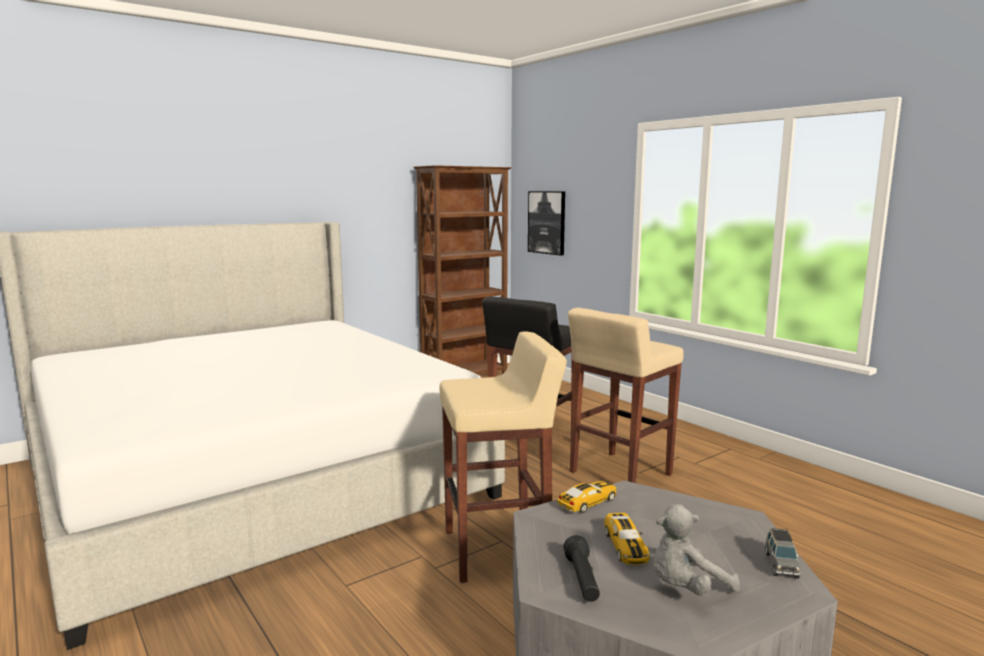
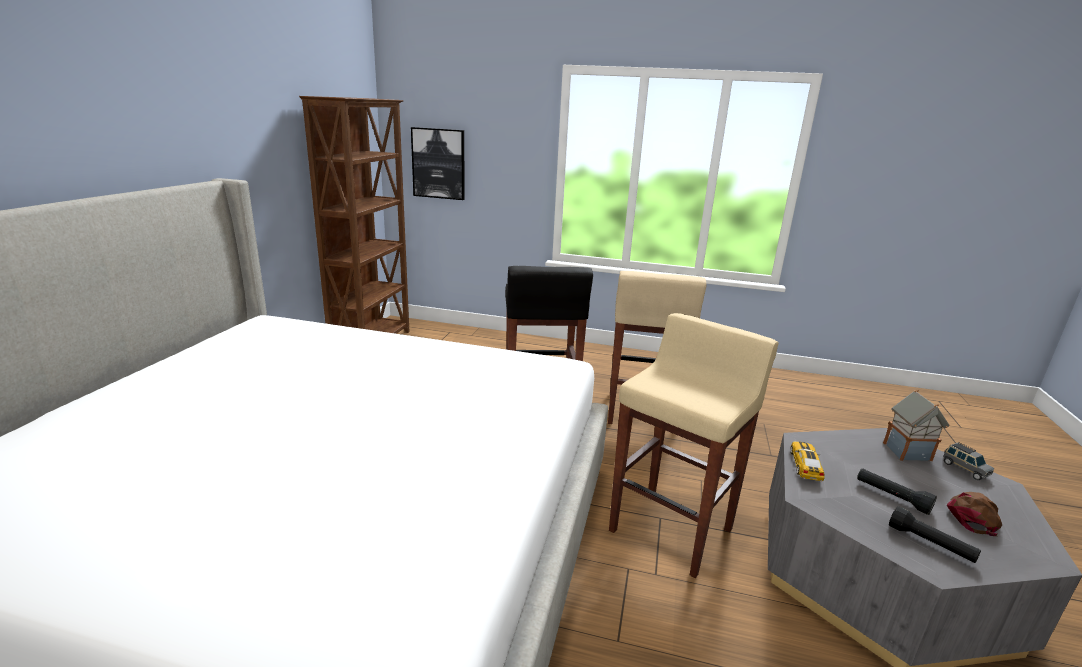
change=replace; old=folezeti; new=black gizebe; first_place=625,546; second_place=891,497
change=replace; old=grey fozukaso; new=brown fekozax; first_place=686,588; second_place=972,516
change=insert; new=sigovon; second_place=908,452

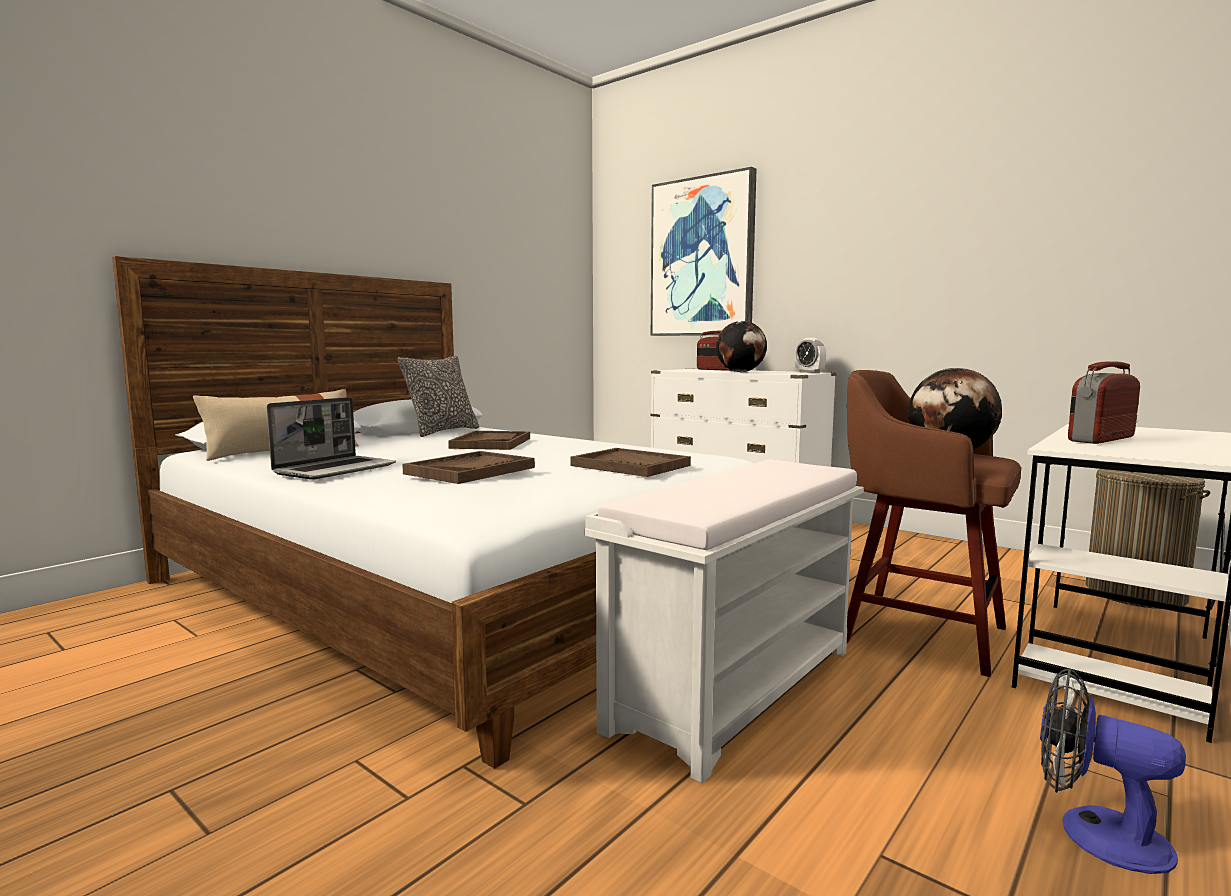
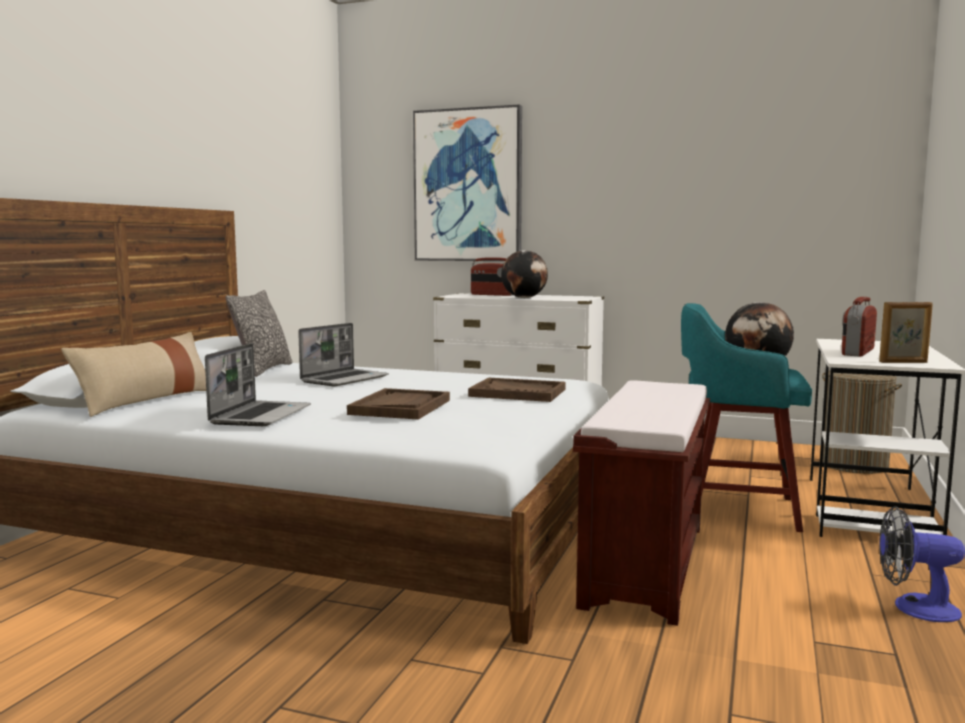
change=replace; old=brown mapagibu; new=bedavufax; first_place=491,443; second_place=345,379
change=recolor; old=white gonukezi; new=brown gonukezi; first_place=736,686; second_place=644,563
change=delete; old=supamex; first_place=809,372
change=recolor; old=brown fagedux; new=turquoise fagedux; first_place=918,632; second_place=736,509
change=insert; new=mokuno; second_place=903,362

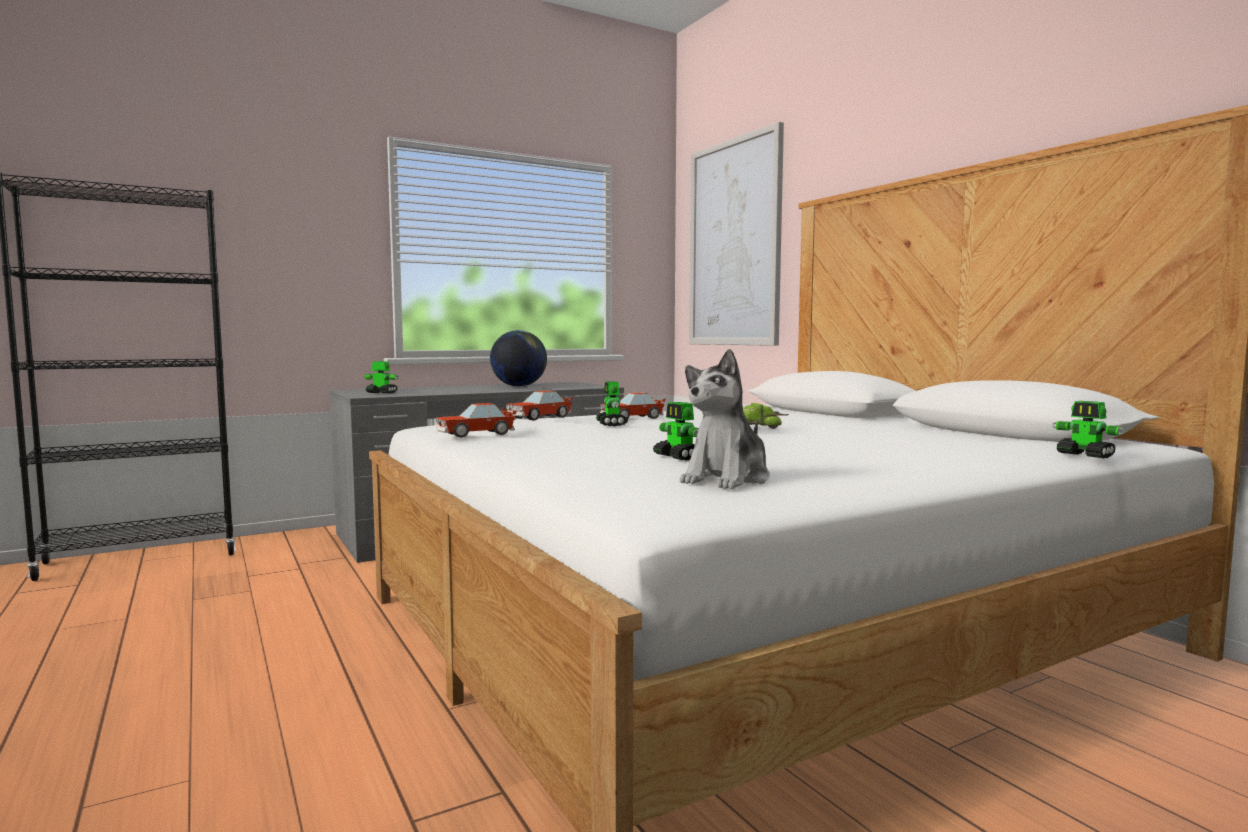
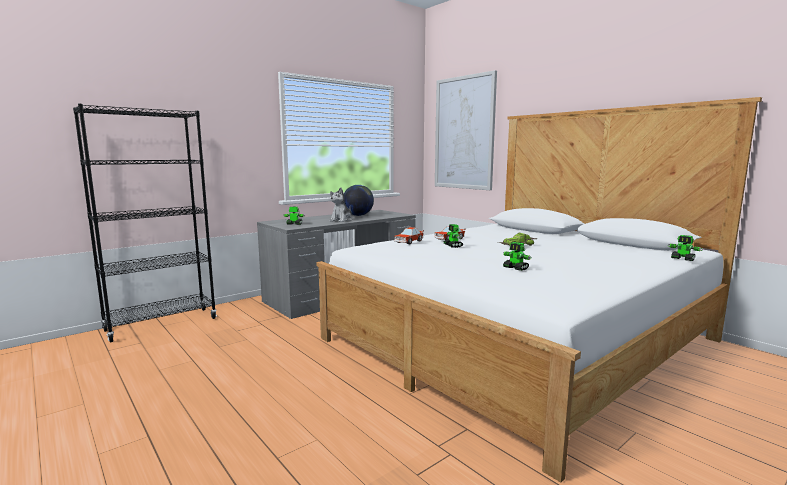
change=delete; old=folezeti; first_place=475,434
change=move; old=fozukaso; first_place=727,479; second_place=341,220

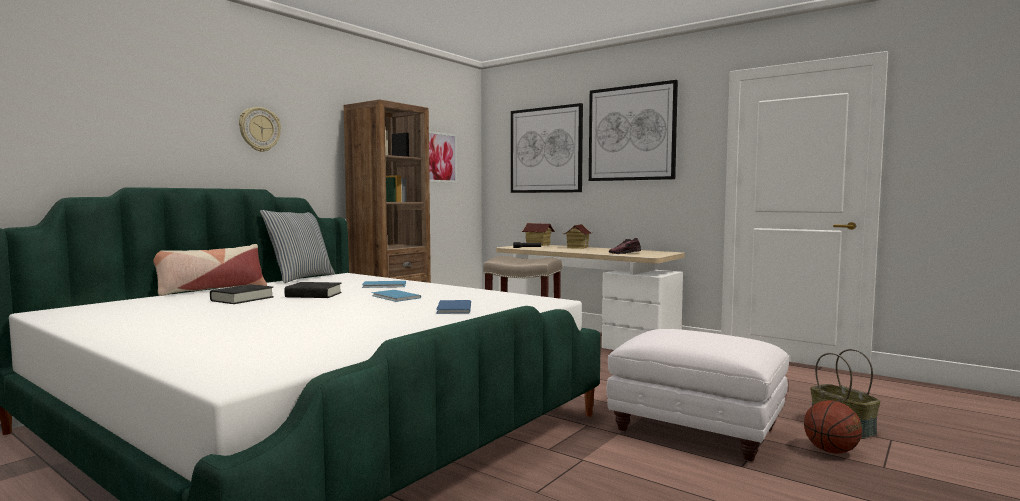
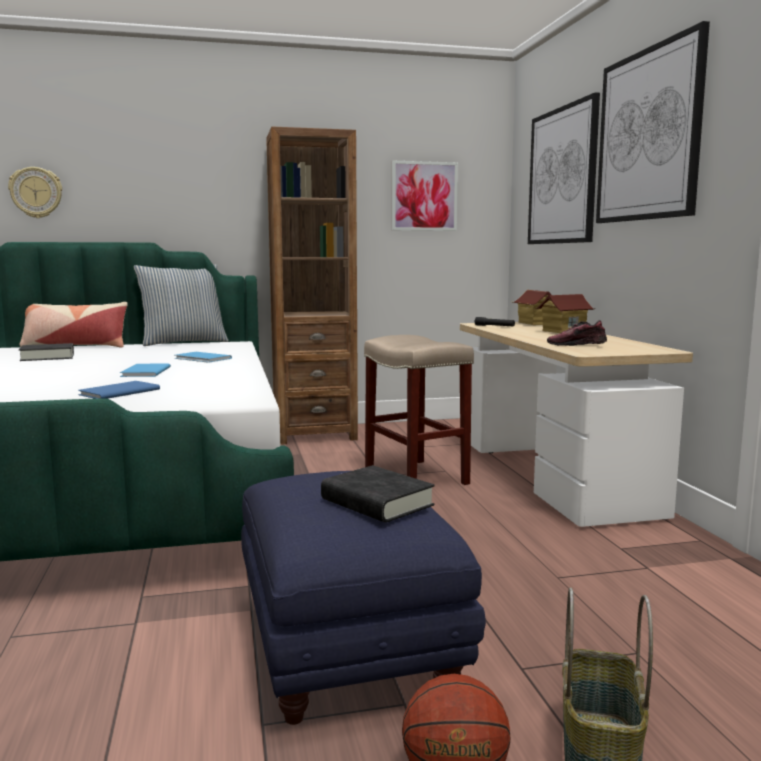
change=move; old=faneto; first_place=259,129; second_place=36,192
change=move; old=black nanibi; first_place=313,295; second_place=377,502
change=recolor; old=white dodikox; new=blue dodikox; first_place=697,430; second_place=348,648

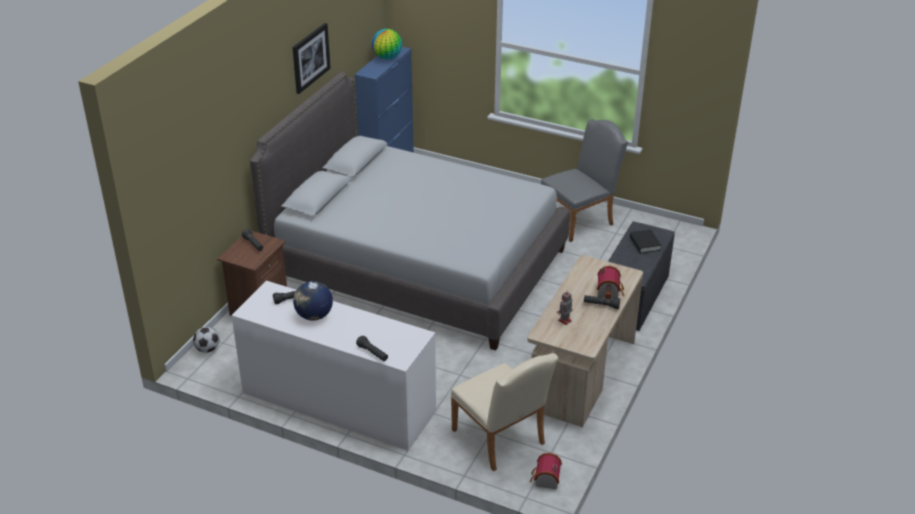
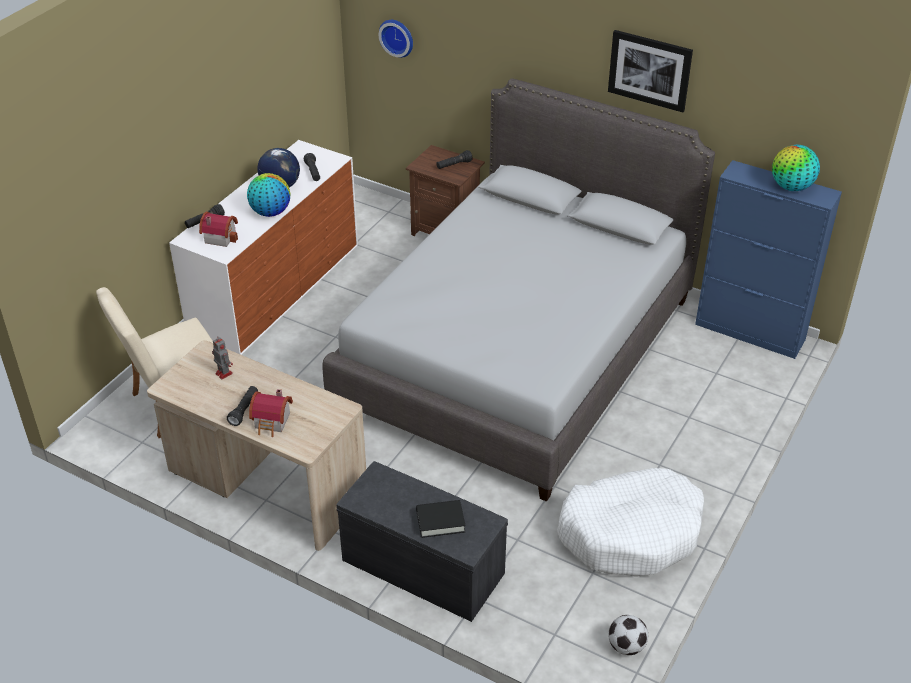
change=move; old=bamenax; first_place=207,349; second_place=626,646
change=move; old=sigovon; first_place=545,480; second_place=220,236
change=replace; old=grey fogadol; new=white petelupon; first_place=580,219; second_place=631,532
change=insert; new=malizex; second_place=270,212
change=insert; new=faneto; second_place=397,37

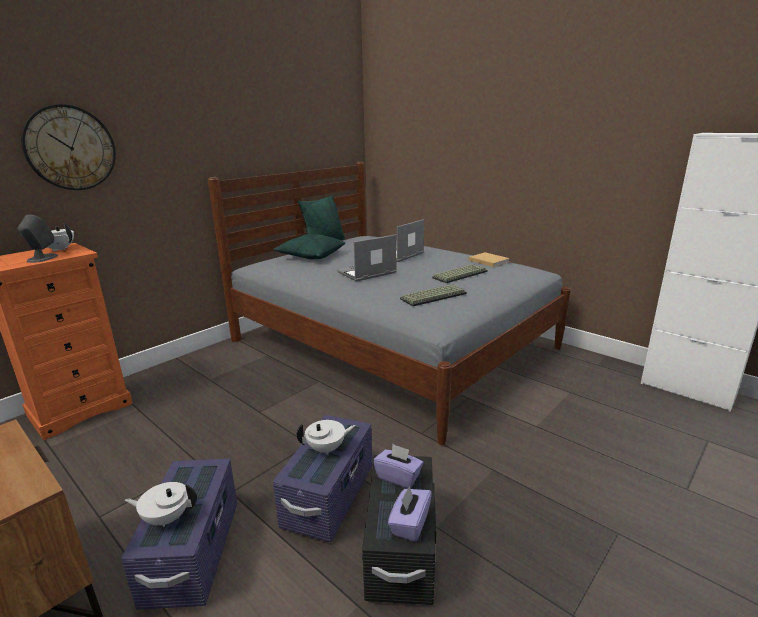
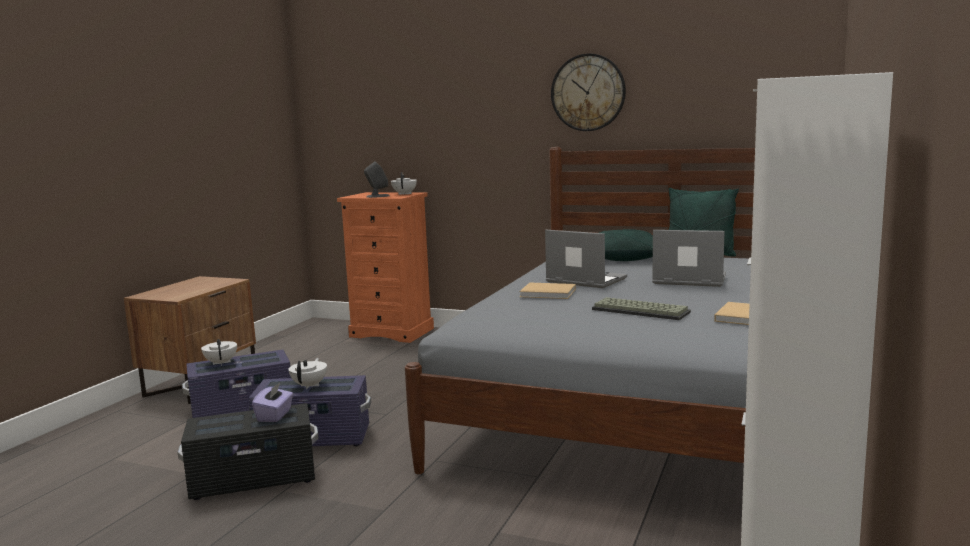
change=move; old=faneto; first_place=70,148; second_place=588,92
change=rotate; old=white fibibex; first_place=327,449; second_place=310,385; degrees=-135
change=delete; old=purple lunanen; first_place=410,524
change=delete; old=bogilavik; first_place=433,296
change=insert; new=beige nanibi; second_place=549,293

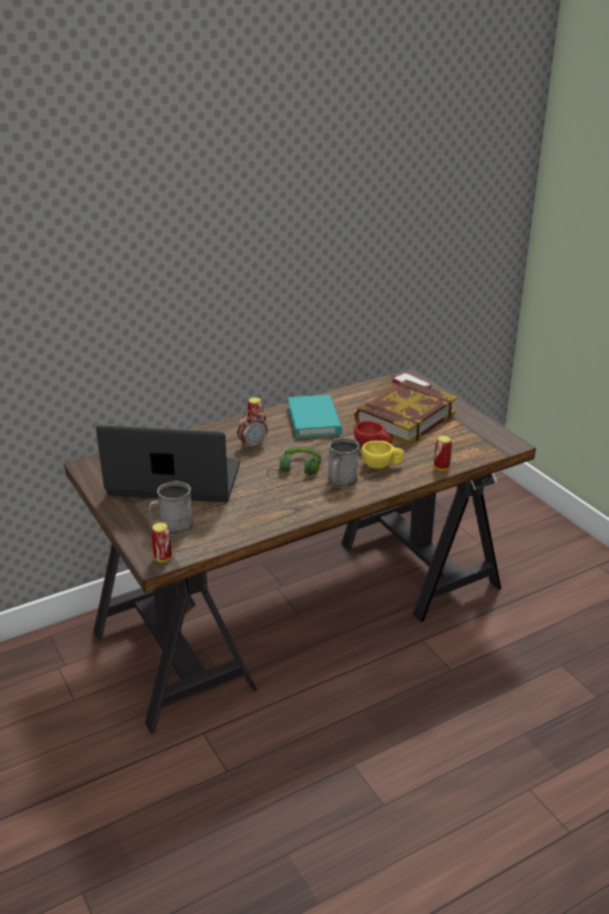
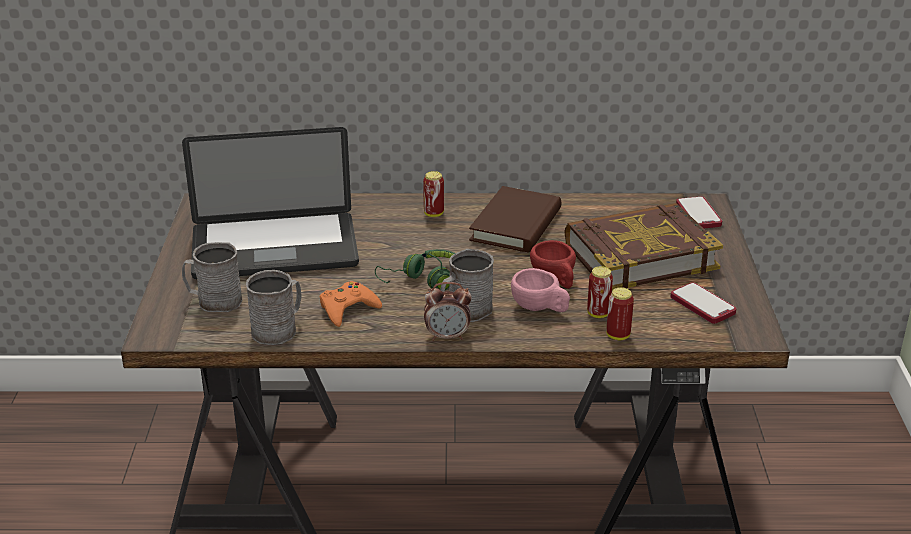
change=rotate; old=bedavufax; first_place=174,480; second_place=274,248; degrees=135
change=move; old=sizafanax; first_place=163,558; second_place=598,314
change=move; old=supamex; first_place=253,445; second_place=447,336
change=recolor; old=turquoise nanibi; new=brown nanibi; first_place=314,420; second_place=516,225
change=recolor; old=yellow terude; new=pink terude; first_place=382,466; second_place=540,308
change=insert; new=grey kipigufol; second_place=279,329
change=insert; new=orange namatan; second_place=348,309
change=insert; new=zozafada; second_place=702,305

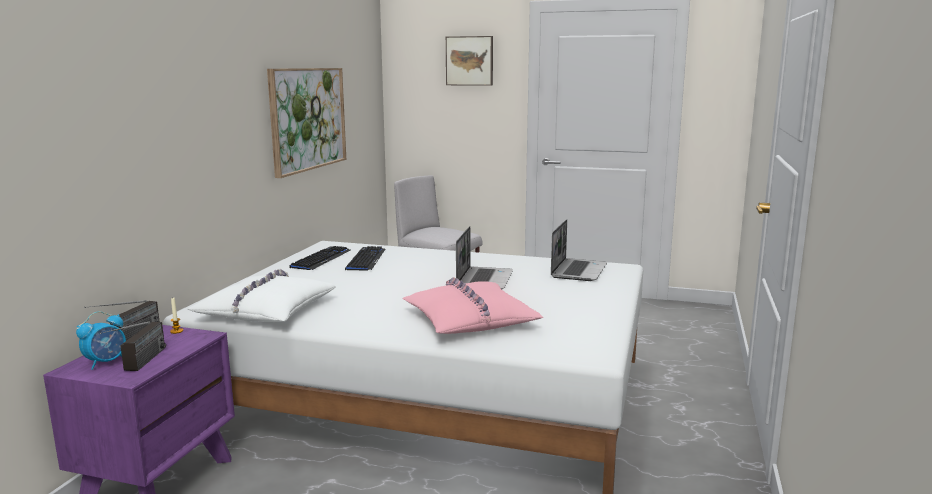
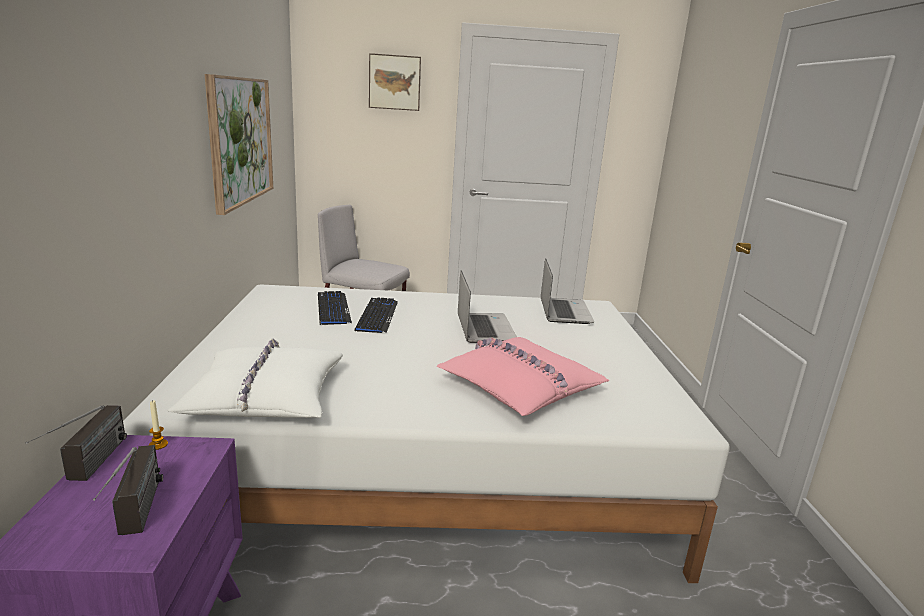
change=delete; old=supamex; first_place=106,362
change=move; old=bogilavik; first_place=321,259; second_place=377,316

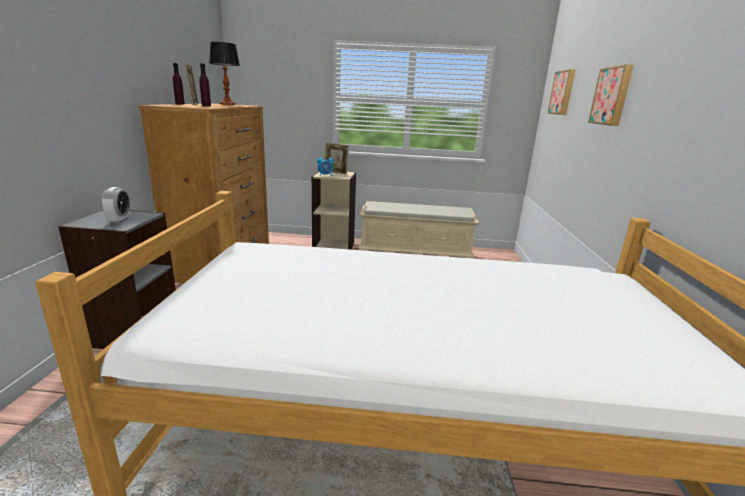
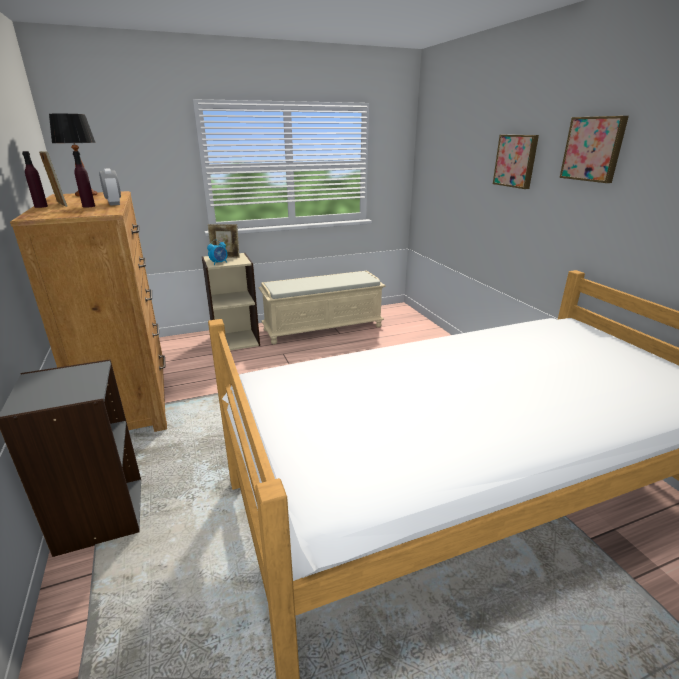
change=move; old=supamex; first_place=119,221; second_place=114,204
change=move; old=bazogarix; first_place=563,93; second_place=594,149

